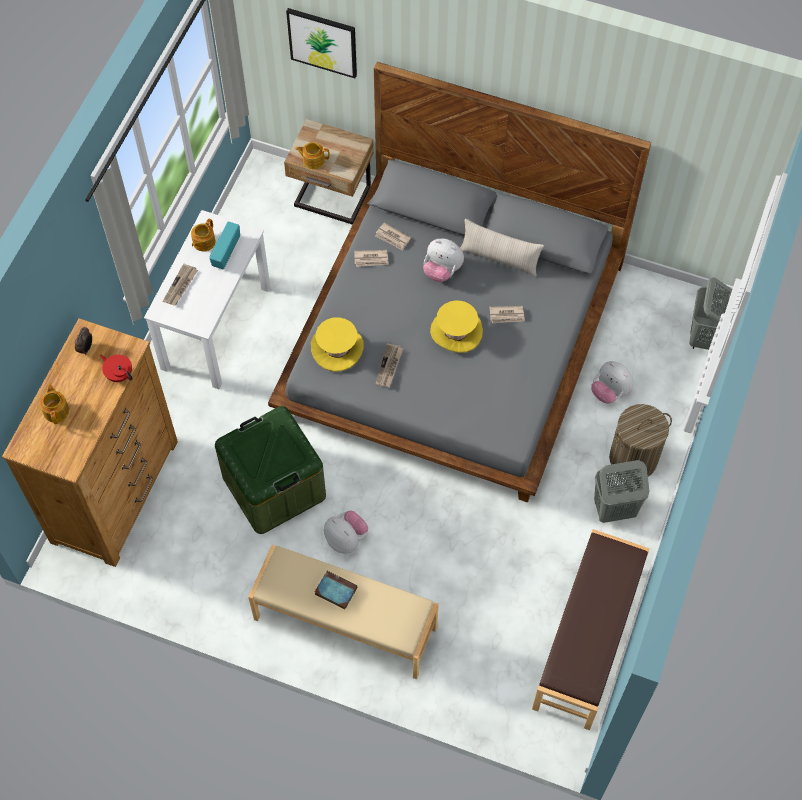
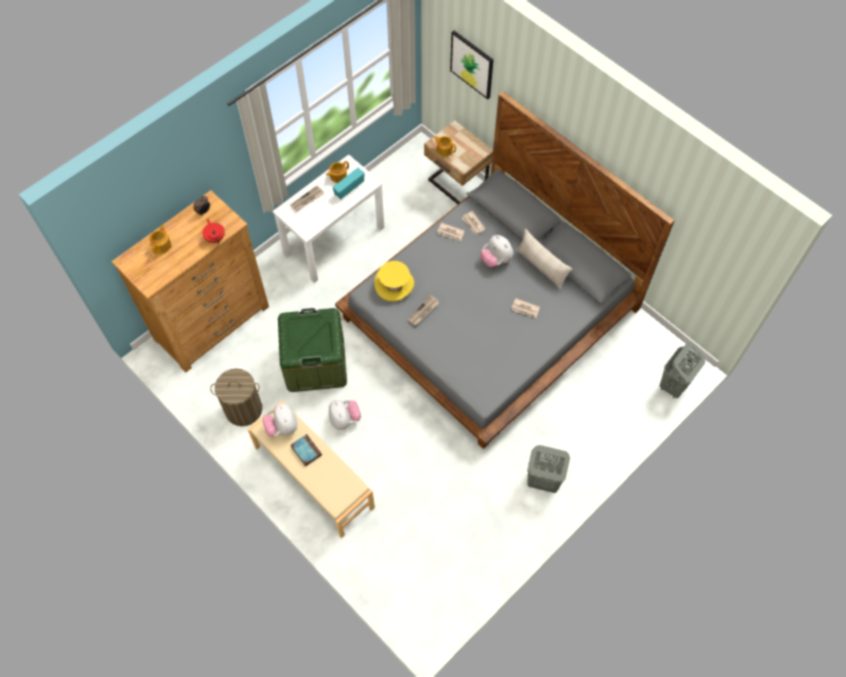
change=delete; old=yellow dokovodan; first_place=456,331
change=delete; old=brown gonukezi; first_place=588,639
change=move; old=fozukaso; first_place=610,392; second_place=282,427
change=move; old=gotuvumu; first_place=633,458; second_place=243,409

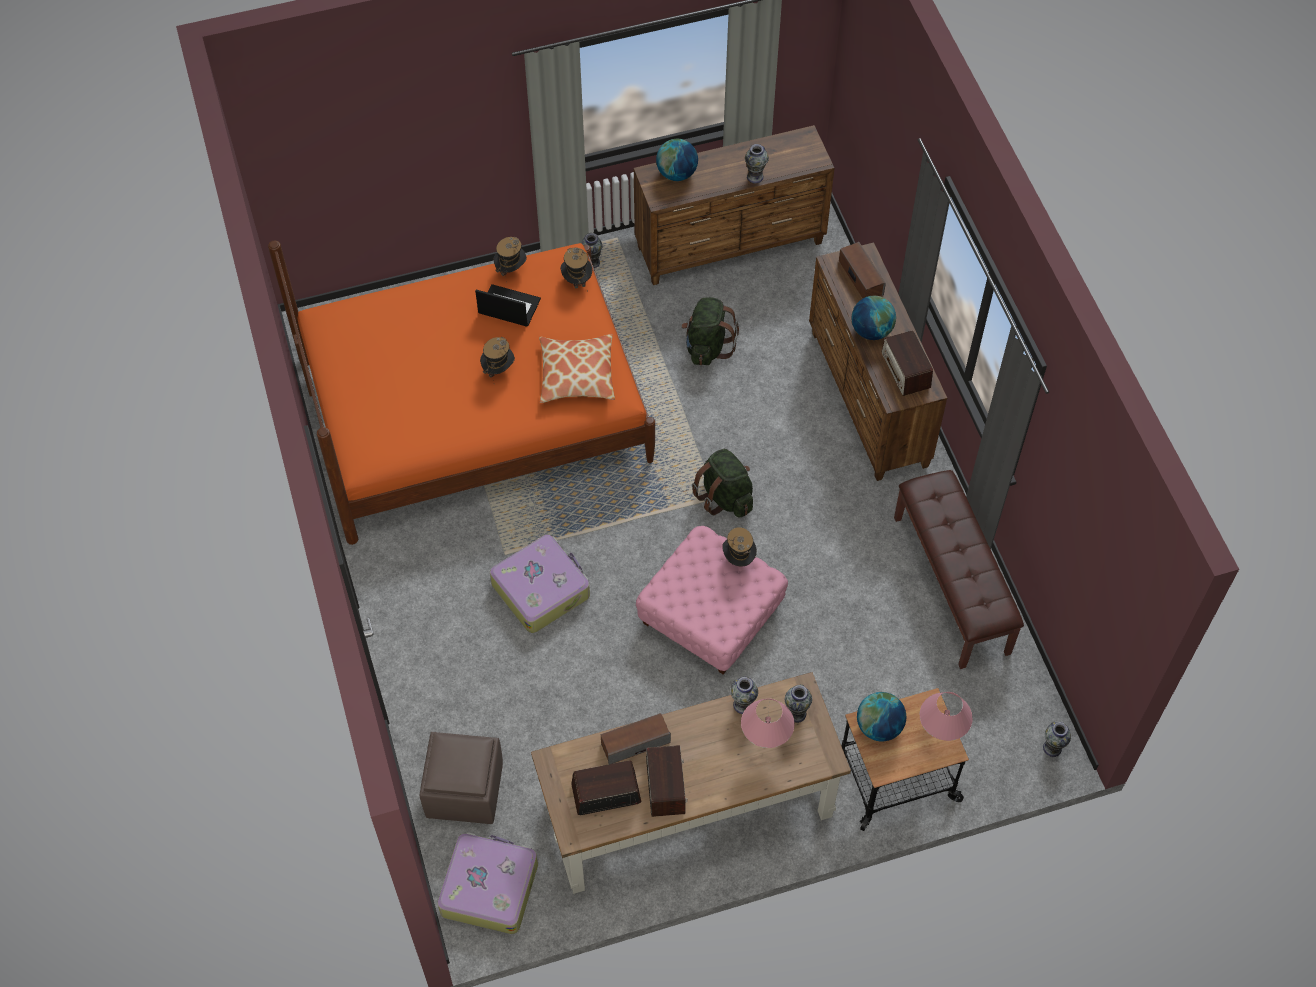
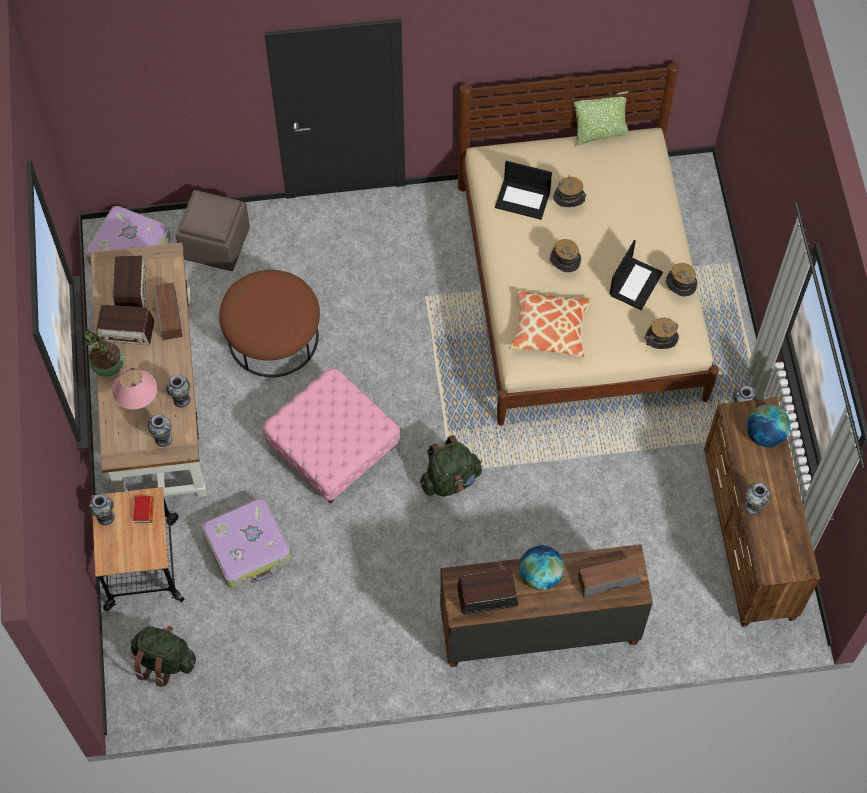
change=recolor; old=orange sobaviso; new=beige sobaviso; first_place=475,410; second_place=580,290
change=move; old=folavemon; first_place=541,589; second_place=248,548
change=move; old=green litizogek; first_place=707,347; second_place=164,661
change=move; old=dokovodan; first_place=738,559; second_place=568,204
change=replace; old=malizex; new=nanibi; first_place=879,727; second_place=144,511
change=delete; old=brown gonukezi; first_place=952,584
change=delete; old=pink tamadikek; first_place=939,738
change=move; old=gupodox; first_place=1052,748; second_place=105,517
change=insert; new=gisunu; second_place=109,367
change=insert; new=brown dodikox; second_place=273,336
change=insert; new=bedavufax; second_place=523,199
change=insert; new=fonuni; second_place=599,134

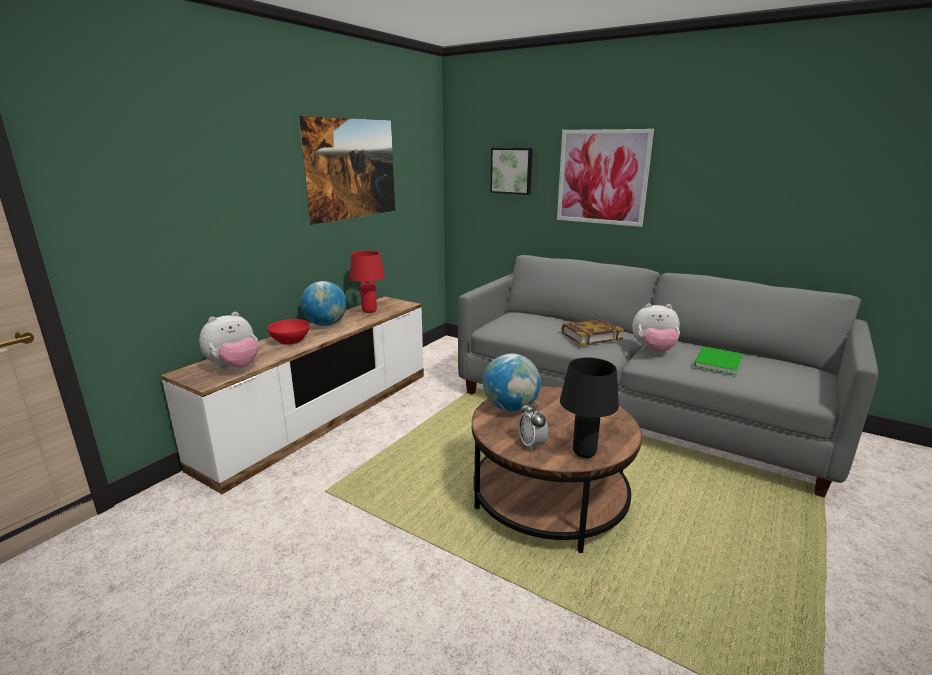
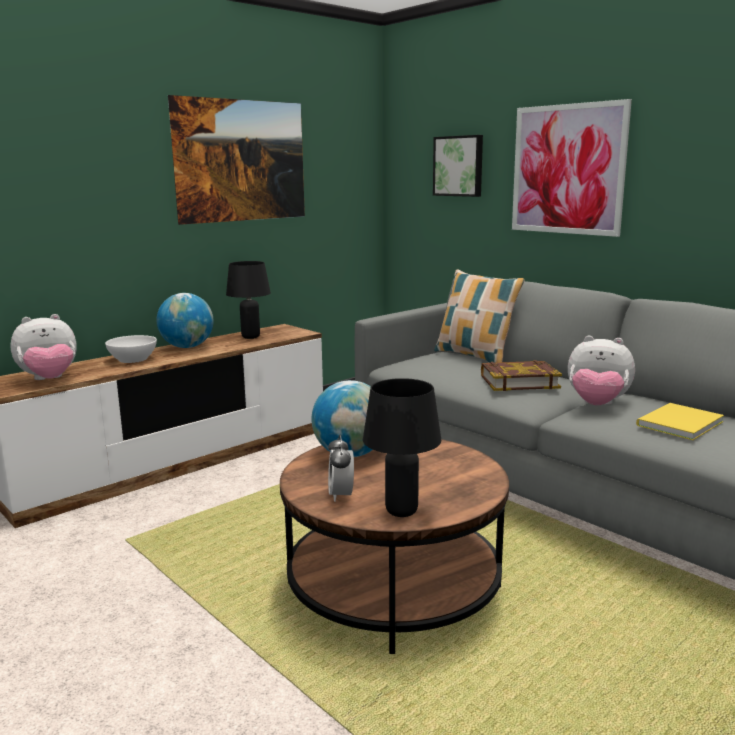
change=recolor; old=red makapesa; new=white makapesa; first_place=290,340; second_place=133,359
change=recolor; old=red tamadikek; new=black tamadikek; first_place=369,311; second_place=251,337
change=recolor; old=green nanibi; new=yellow nanibi; first_place=716,362; second_place=676,423
change=insert; new=fonuni; second_place=475,356

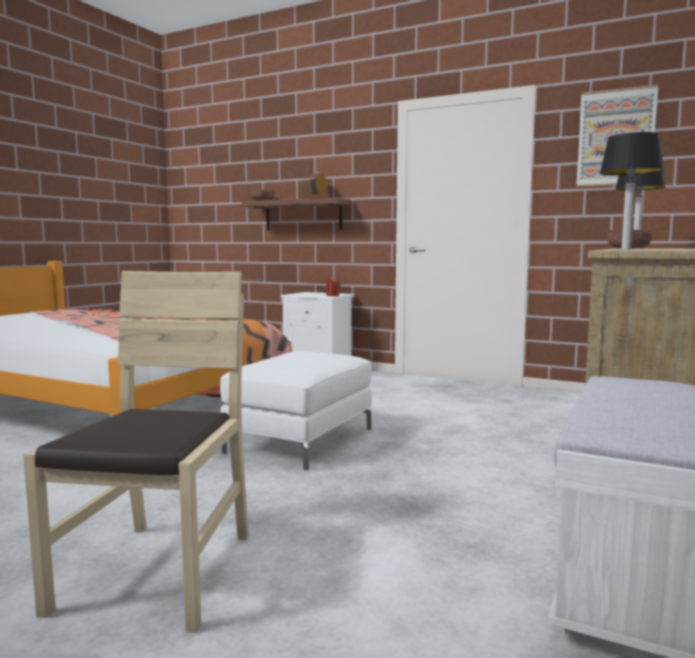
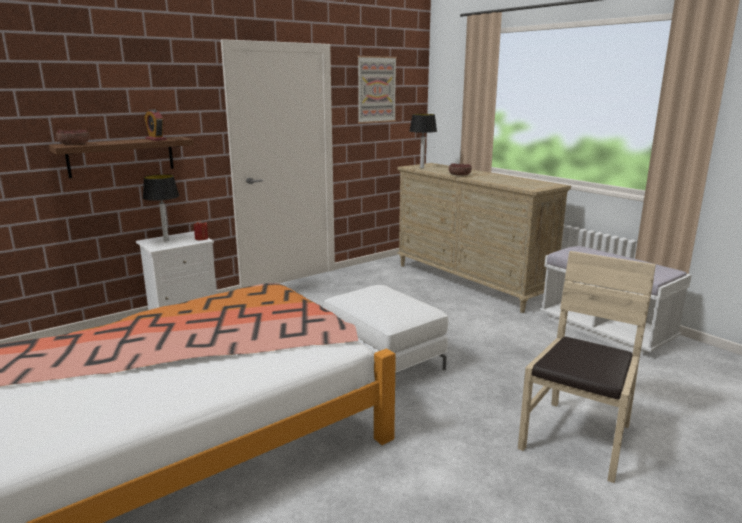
change=rotate; old=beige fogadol; first_place=159,572; second_place=577,438; degrees=90
change=move; old=tamadikek; first_place=626,249; second_place=166,240

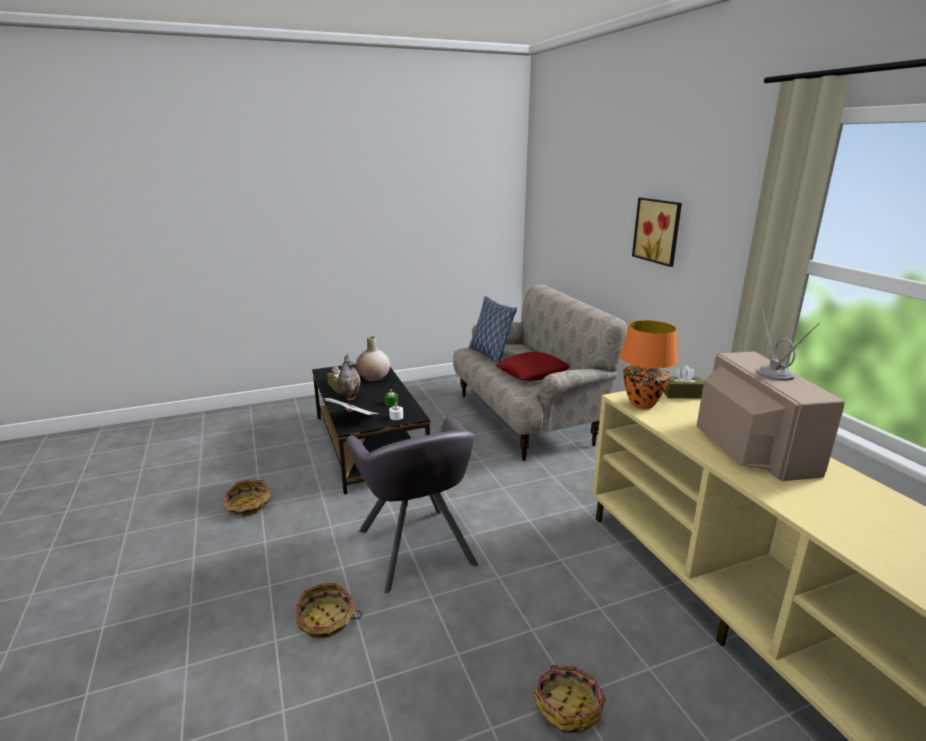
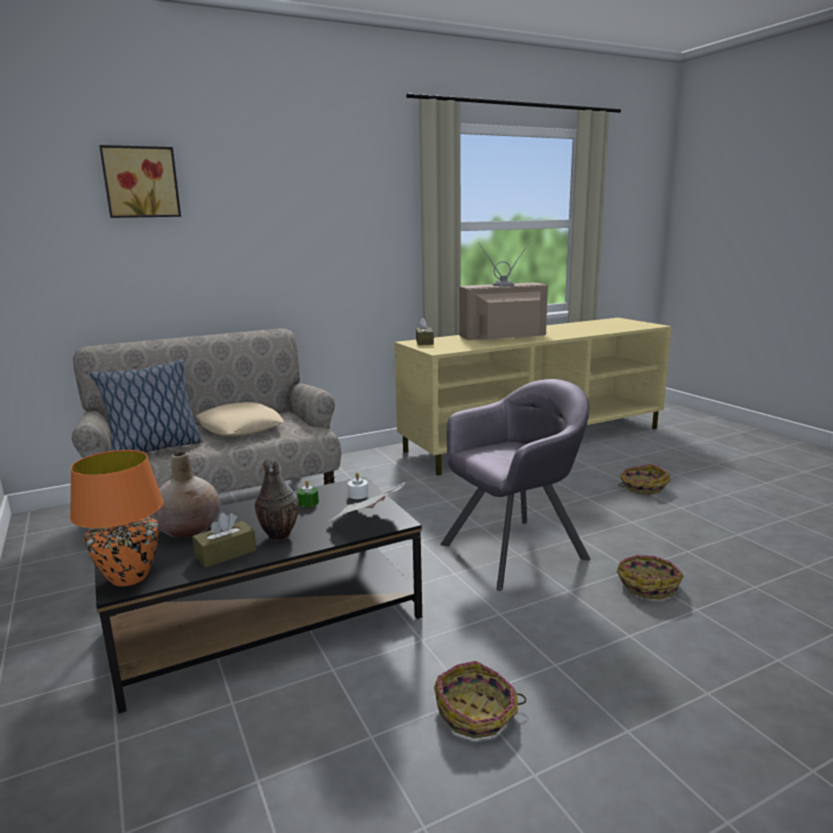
change=recolor; old=red fonuni; new=beige fonuni; first_place=532,372; second_place=240,428
change=move; old=orange tamadikek; first_place=642,404; second_place=129,577
change=move; old=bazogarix; first_place=659,231; second_place=141,182

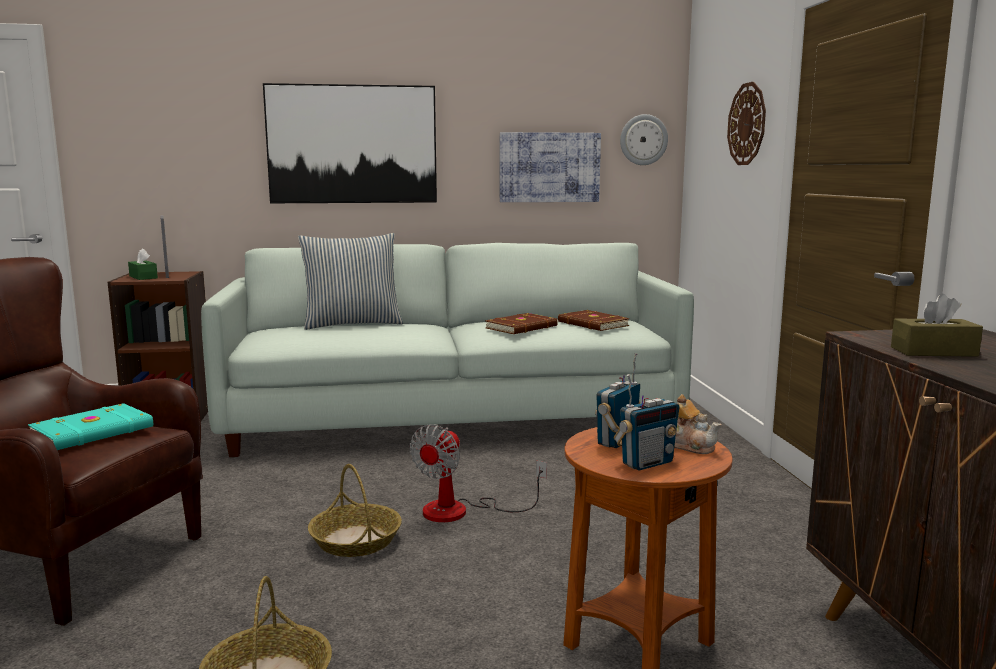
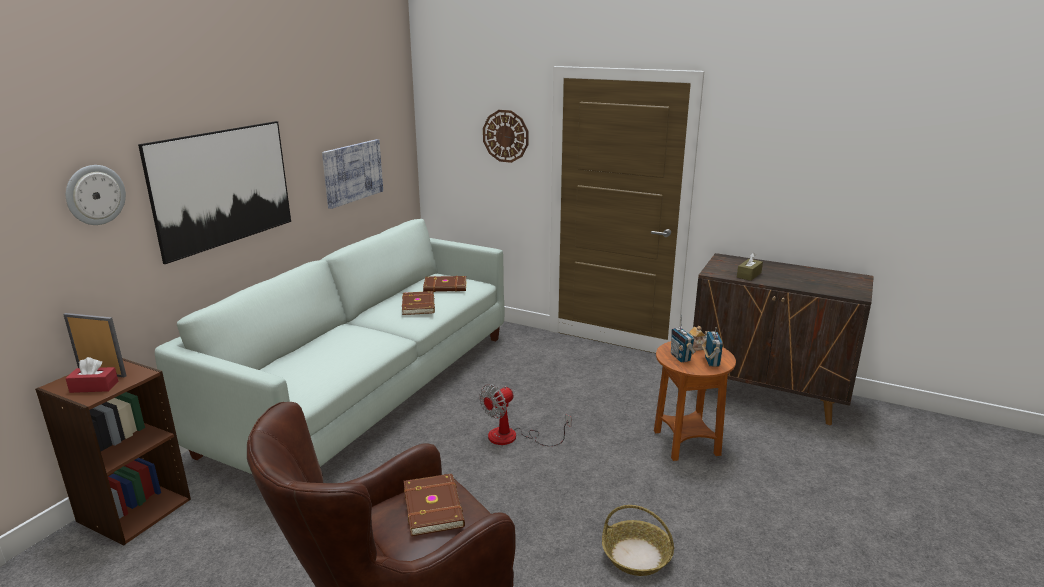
change=recolor; old=turquoise nanibi; new=brown nanibi; first_place=94,432; second_place=434,506
change=recolor; old=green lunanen; new=red lunanen; first_place=143,277; second_place=94,387
change=delete; old=fonuni; first_place=352,324
change=delete; old=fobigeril; first_place=356,541
change=rotate; old=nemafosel; first_place=461,511; second_place=513,437; degrees=75
change=move; old=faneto; first_place=643,140; second_place=95,195

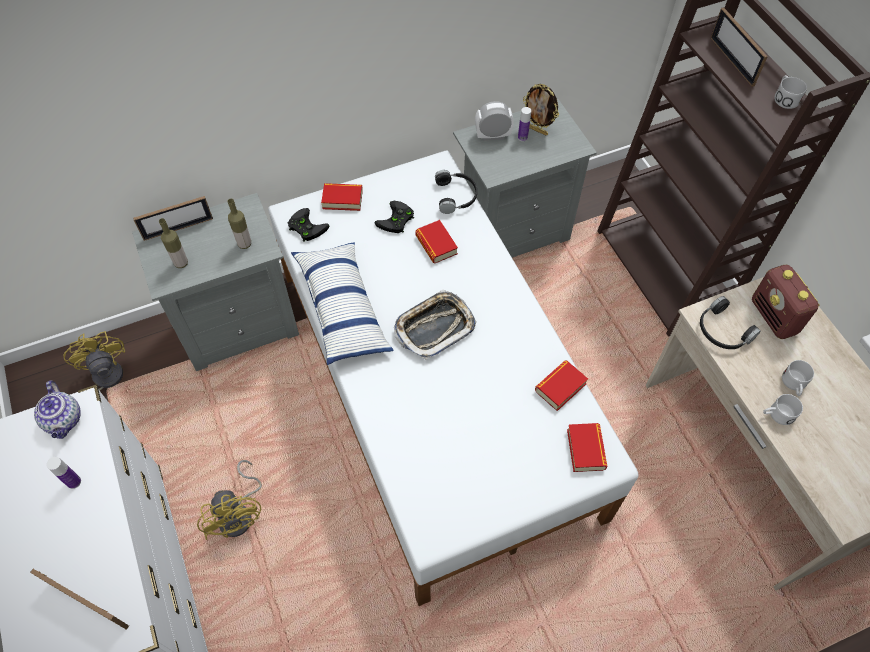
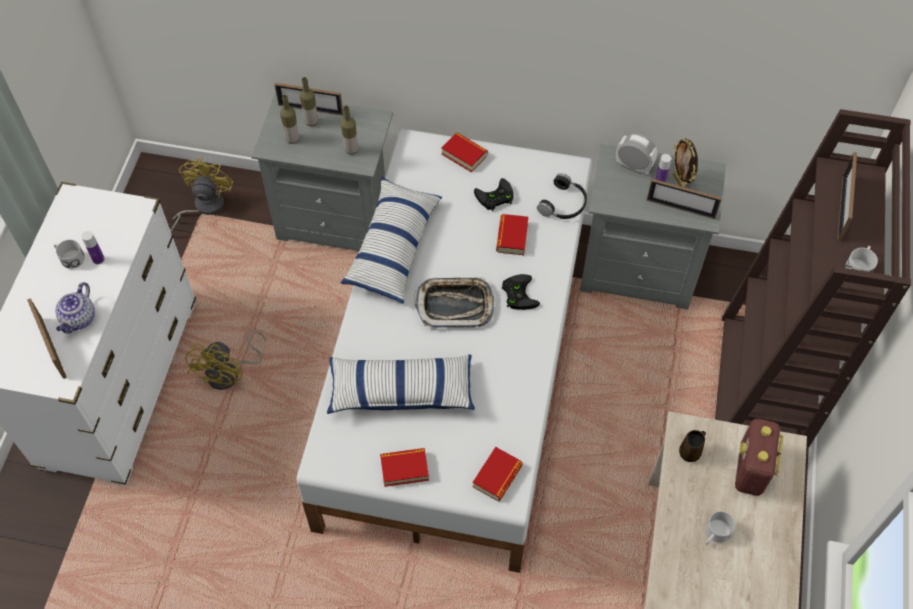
change=move; old=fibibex; first_place=64,420; second_place=79,319
change=move; old=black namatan; first_place=305,227; second_place=518,293
change=move; old=nanibi; first_place=560,387; second_place=404,469
change=replace; old=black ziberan; new=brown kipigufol; first_place=722,331; second_place=690,452
change=move; old=white kipigufol; first_place=777,414; second_place=69,258
change=insert; new=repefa; second_place=311,122
change=insert; new=fonuni; second_place=401,391
change=insert; new=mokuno; second_place=680,208

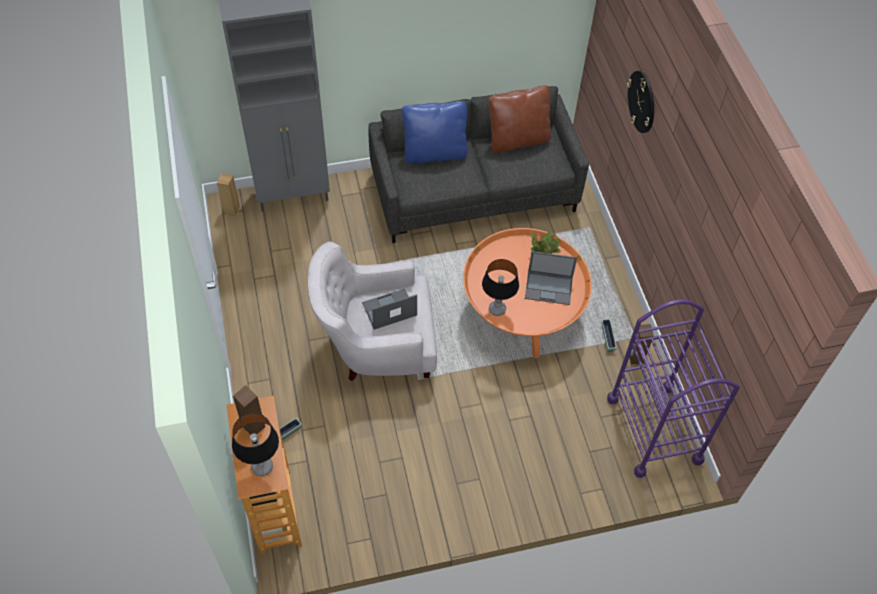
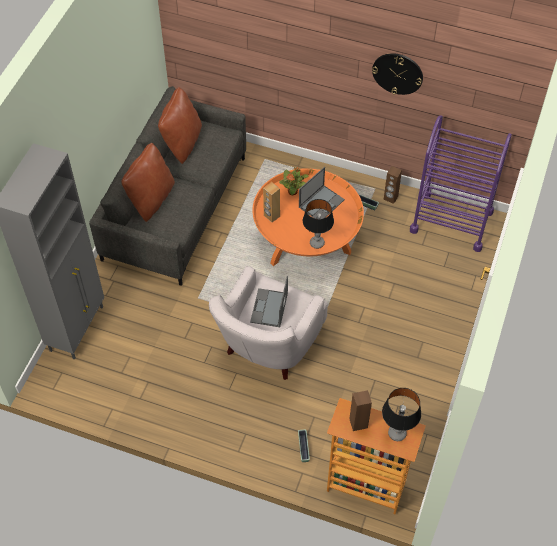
change=move; old=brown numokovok; first_place=231,209; second_place=271,216
change=recolor; old=blue fonuni; new=brown fonuni; first_place=434,153; second_place=151,199
change=move; old=faneto; first_place=642,101; second_place=397,73

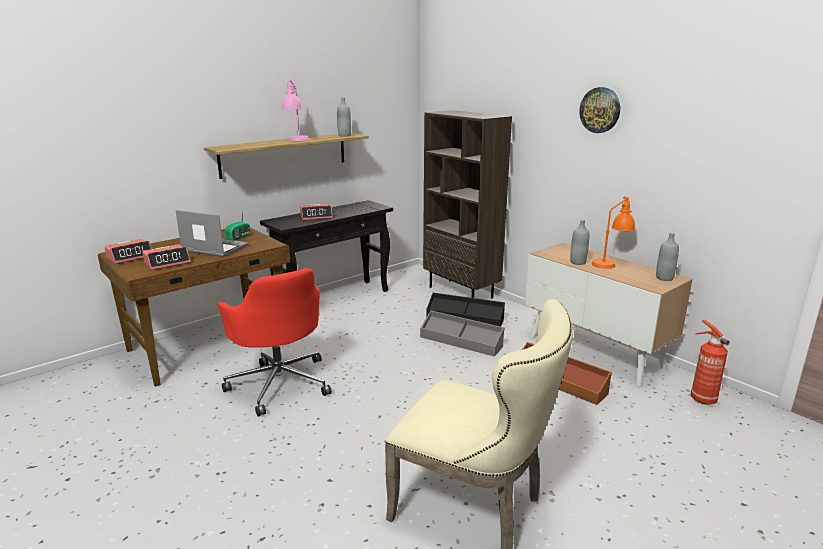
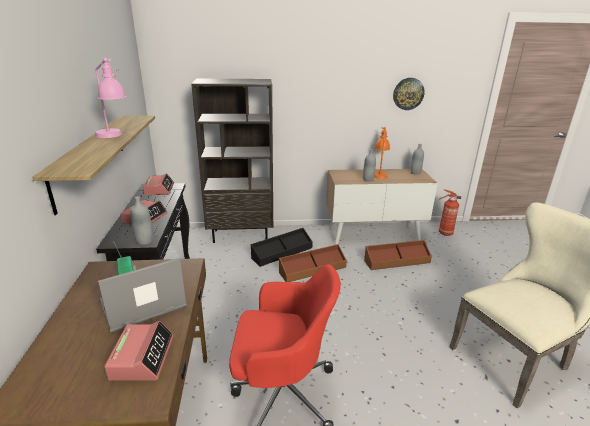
change=move; old=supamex; first_place=130,257; second_place=159,189
change=move; old=grey repefa; first_place=344,135; second_place=144,241
change=recolor; old=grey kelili; new=brown kelili; first_place=461,341; second_place=312,269
change=move; old=faneto; first_place=600,110; second_place=408,93

